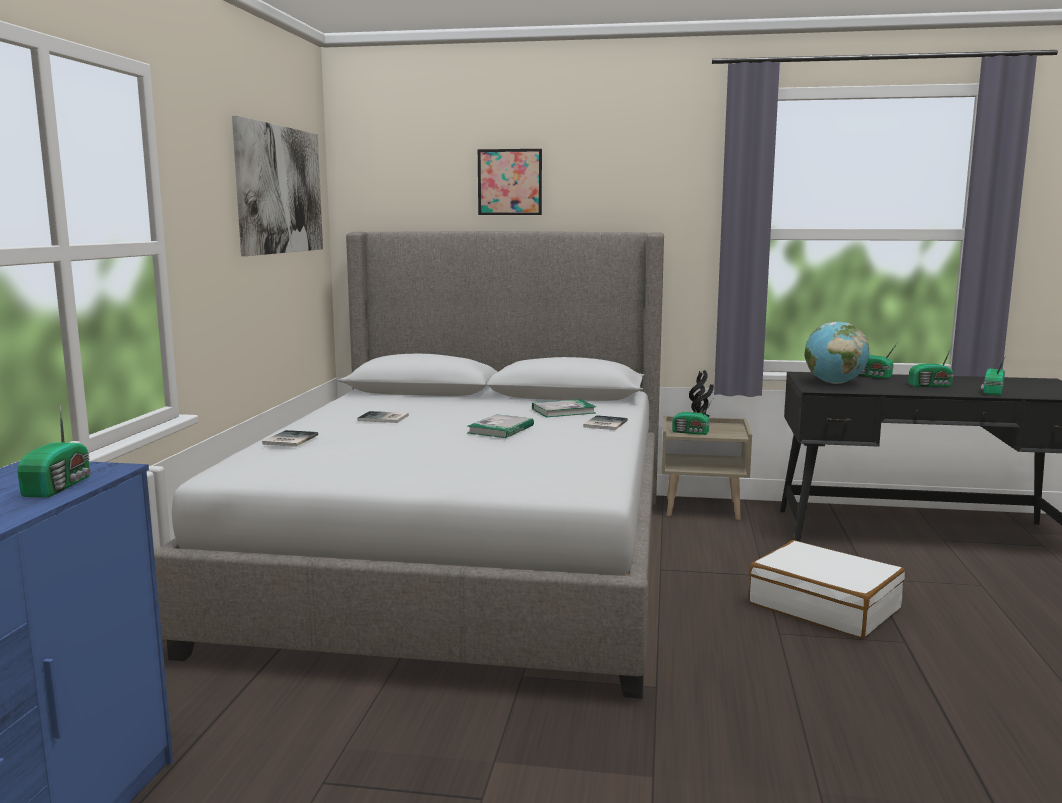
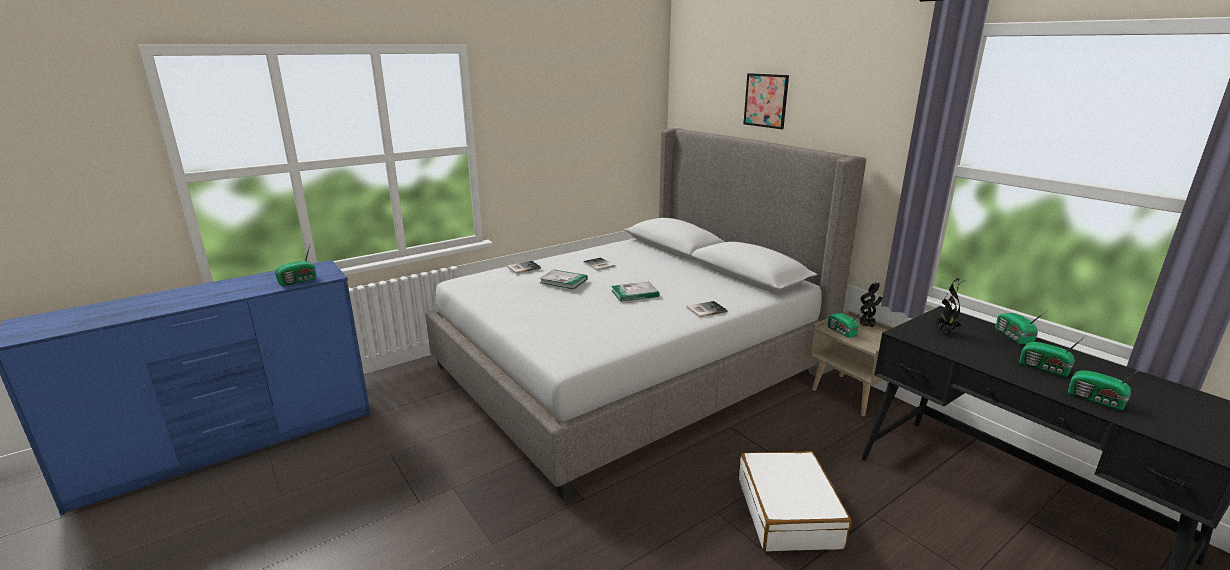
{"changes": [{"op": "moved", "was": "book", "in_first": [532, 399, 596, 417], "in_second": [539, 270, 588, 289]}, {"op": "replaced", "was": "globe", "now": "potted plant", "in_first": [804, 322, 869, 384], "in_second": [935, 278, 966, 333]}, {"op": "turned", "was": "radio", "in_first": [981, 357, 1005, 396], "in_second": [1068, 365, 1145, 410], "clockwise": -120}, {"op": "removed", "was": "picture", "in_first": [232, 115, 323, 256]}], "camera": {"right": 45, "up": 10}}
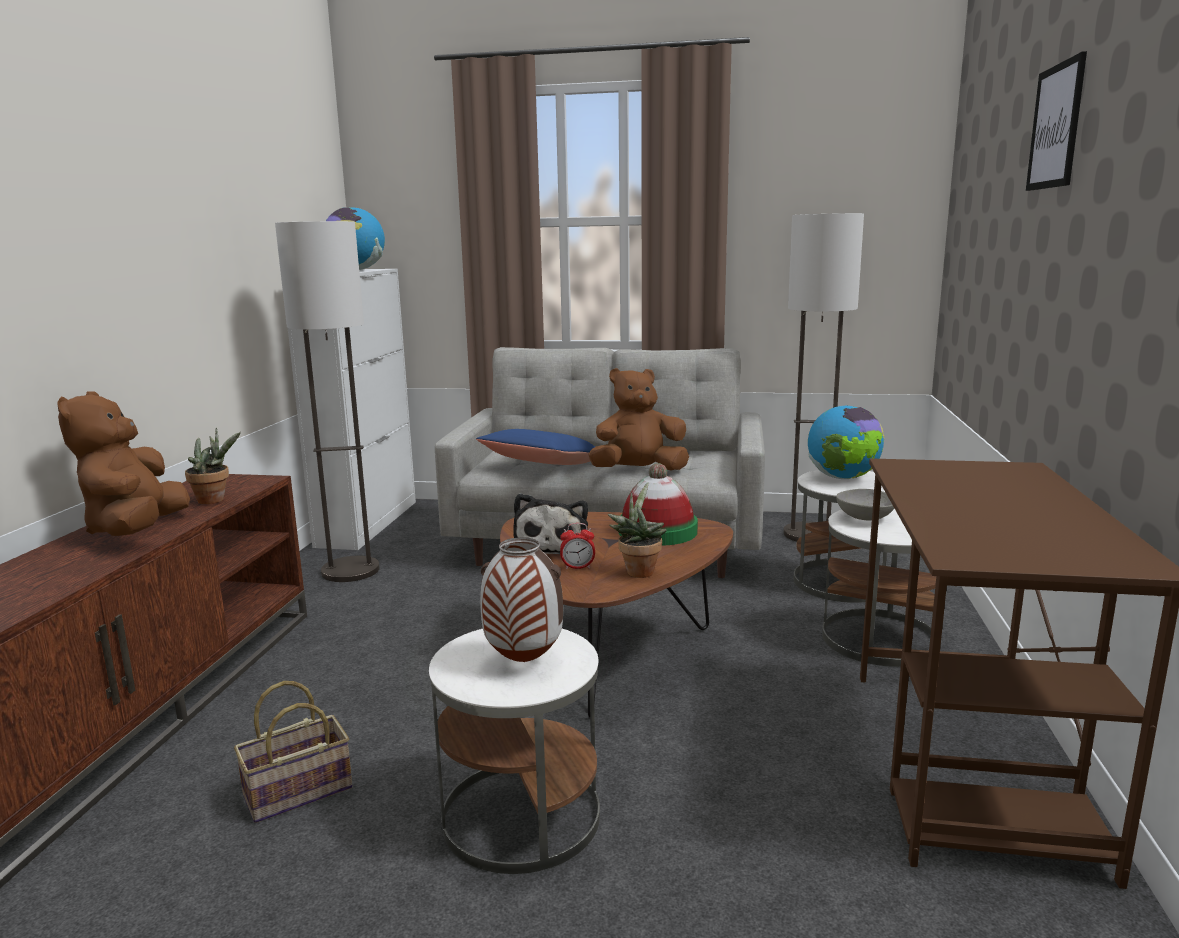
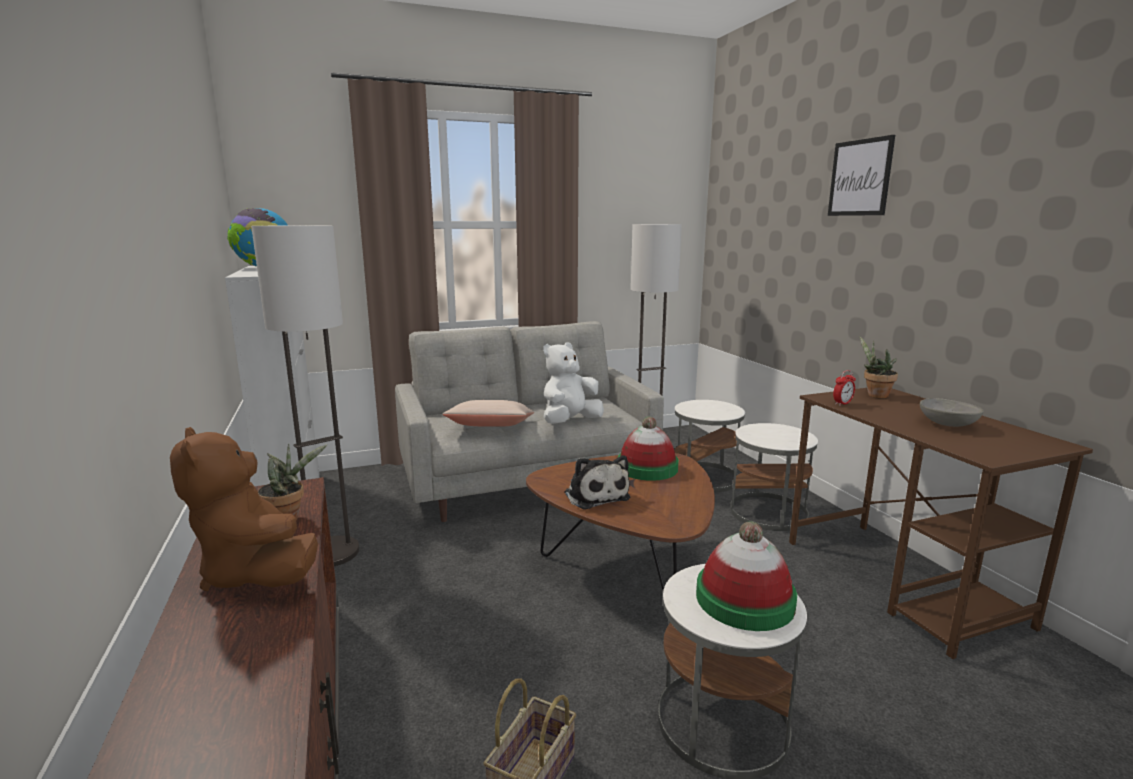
{"changes": [{"op": "recoloured", "was": "blue pillow", "now": "beige pillow", "in_first": [476, 429, 595, 465], "in_second": [443, 400, 534, 427]}, {"op": "recoloured", "was": "brown plush toy", "now": "white plush toy", "in_first": [588, 368, 689, 471], "in_second": [543, 342, 604, 424]}, {"op": "replaced", "was": "vase", "now": "hat", "in_first": [480, 537, 563, 662], "in_second": [696, 521, 797, 631]}, {"op": "moved", "was": "alarm clock", "in_first": [560, 523, 595, 569], "in_second": [833, 370, 856, 406]}, {"op": "moved", "was": "potted plant", "in_first": [608, 482, 667, 578], "in_second": [859, 336, 898, 398]}, {"op": "moved", "was": "grey bowl", "in_first": [836, 489, 895, 520], "in_second": [920, 398, 984, 427]}, {"op": "removed", "was": "globe", "in_first": [808, 406, 884, 479]}], "camera": {"right": -30, "up": 0}}
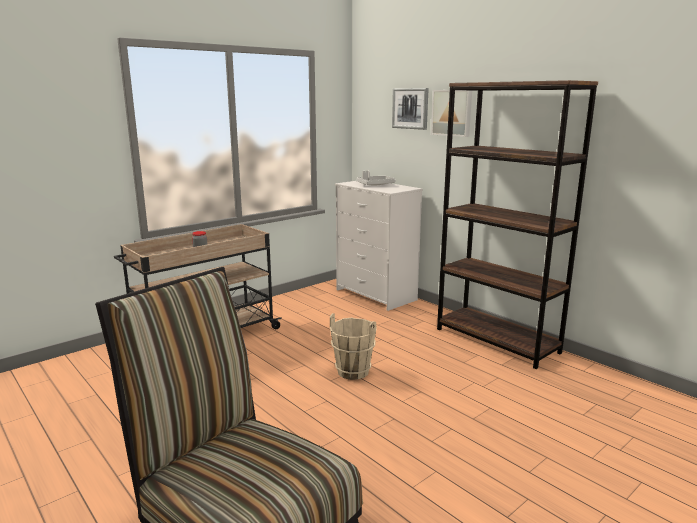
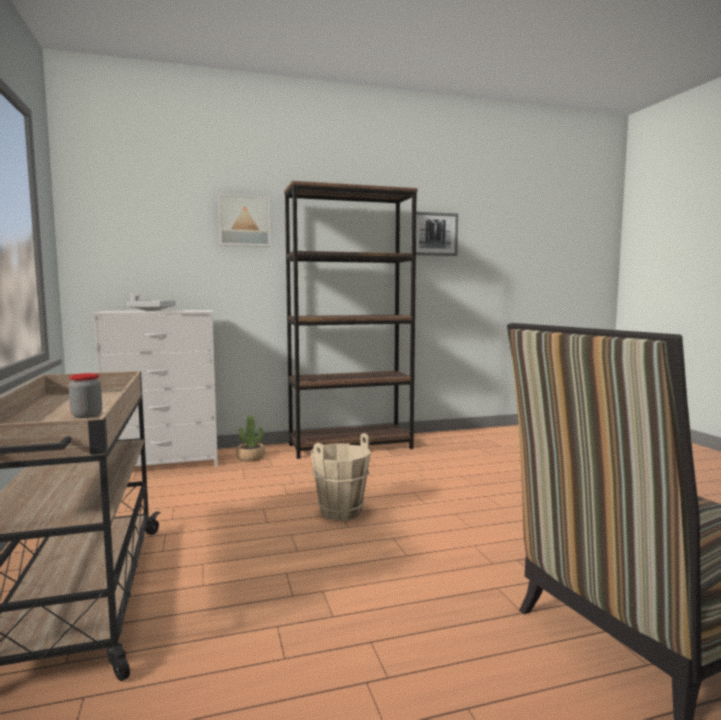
{"changes": [{"op": "added", "now": "potted plant", "in_second": [236, 415, 265, 462]}, {"op": "moved", "was": "picture", "in_first": [392, 88, 429, 130], "in_second": [416, 212, 458, 256]}], "camera": {"right": -65, "up": -10}}
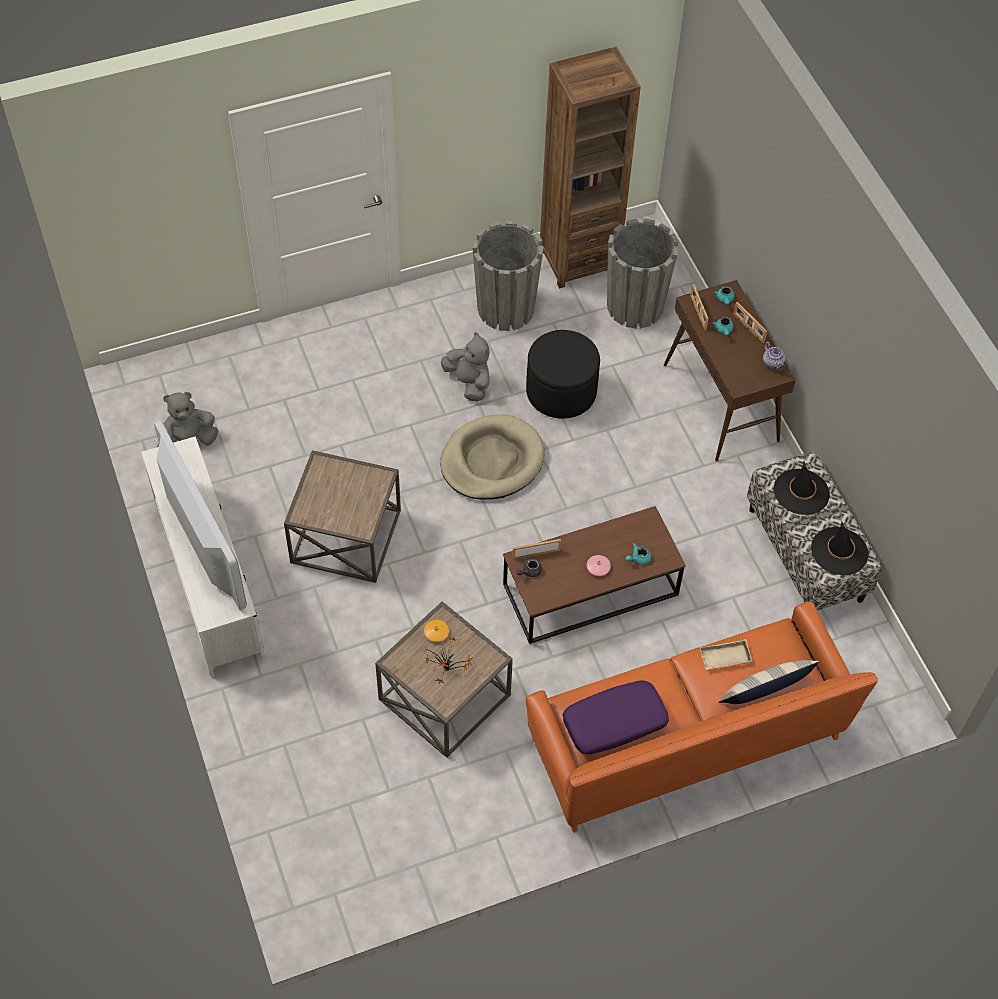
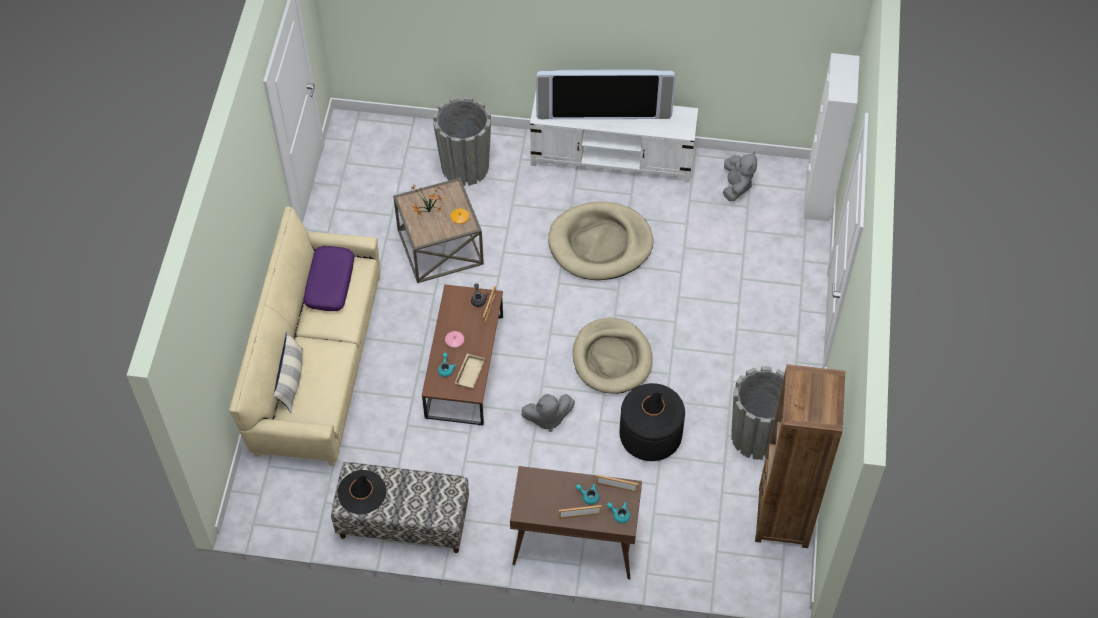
{"changes": [{"op": "recoloured", "was": "orange sofa", "now": "beige sofa", "in_first": [526, 602, 878, 833], "in_second": [229, 206, 380, 466]}, {"op": "moved", "was": "grey planter", "in_first": [607, 218, 679, 329], "in_second": [433, 96, 491, 186]}, {"op": "moved", "was": "beige tray", "in_first": [699, 639, 753, 670], "in_second": [455, 354, 485, 389]}, {"op": "moved", "was": "grey plush toy", "in_first": [441, 332, 490, 402], "in_second": [521, 394, 575, 432]}, {"op": "replaced", "was": "brown side table", "now": "beige dog bed", "in_first": [284, 450, 401, 583], "in_second": [548, 201, 653, 280]}, {"op": "moved", "was": "black hat", "in_first": [774, 461, 830, 515], "in_second": [630, 388, 677, 430]}, {"op": "added", "now": "white cabinet", "in_second": [803, 53, 860, 222]}, {"op": "removed", "was": "teapot", "in_first": [763, 342, 785, 371]}], "camera": {"right": 120, "up": 0}}
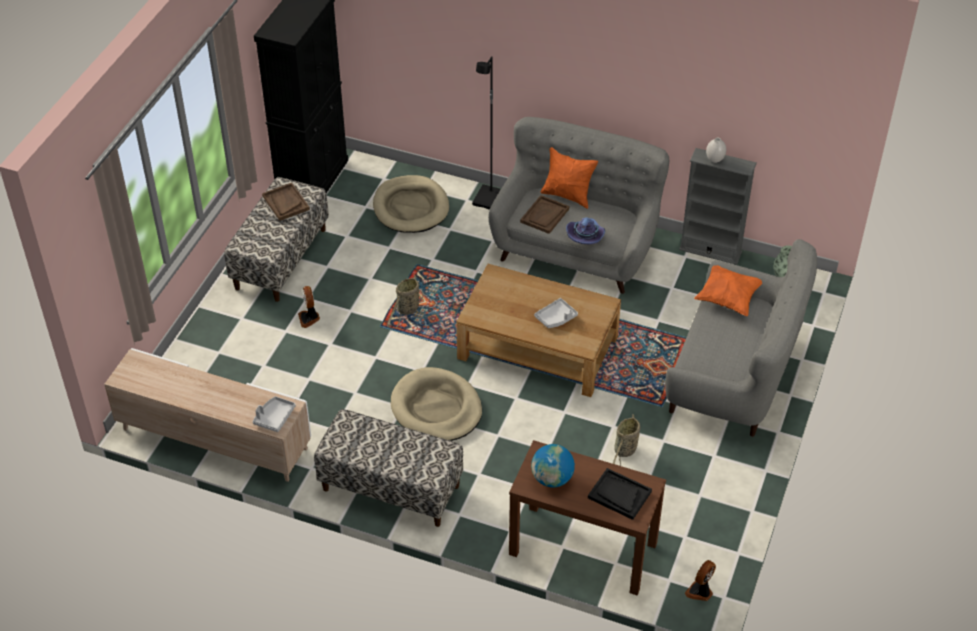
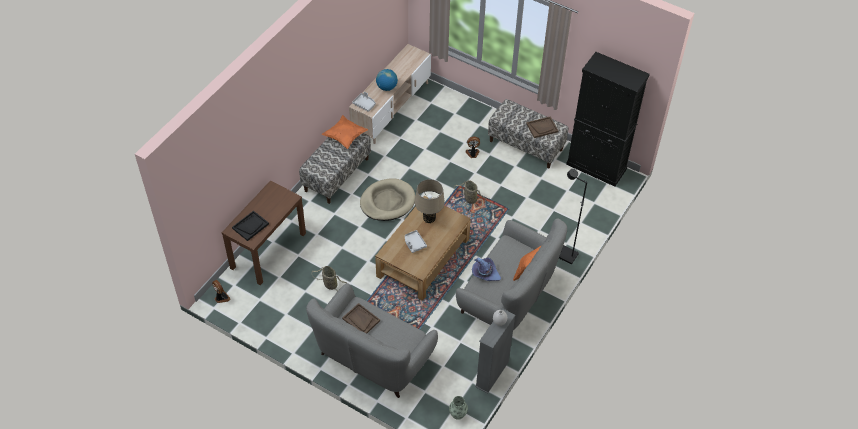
{"changes": [{"op": "moved", "was": "orange pillow", "in_first": [694, 265, 762, 316], "in_second": [321, 115, 368, 149]}, {"op": "moved", "was": "brown tray", "in_first": [520, 195, 569, 234], "in_second": [342, 303, 380, 333]}, {"op": "moved", "was": "globe", "in_first": [531, 444, 575, 487], "in_second": [376, 69, 398, 91]}, {"op": "added", "now": "beige table lamp", "in_second": [415, 179, 445, 223]}, {"op": "removed", "was": "beige dog bed", "in_first": [373, 175, 449, 233]}], "camera": {"right": 100, "up": 5}}
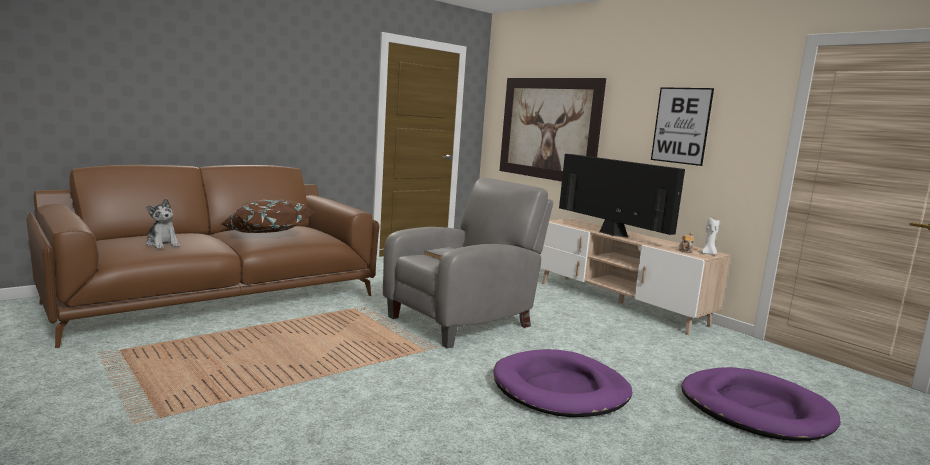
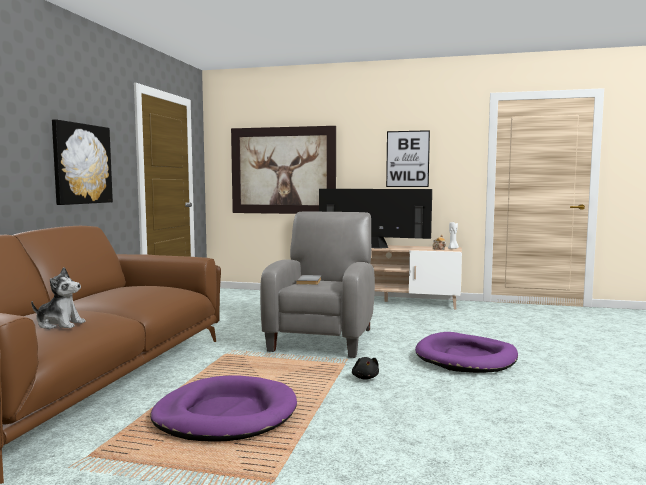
{"changes": [{"op": "added", "now": "picture", "in_second": [52, 119, 113, 205]}, {"op": "moved", "was": "purple dog bed", "in_first": [681, 367, 841, 441], "in_second": [150, 375, 297, 441]}, {"op": "added", "now": "black plush toy", "in_second": [352, 357, 379, 380]}, {"op": "removed", "was": "brown pillow", "in_first": [221, 200, 314, 233]}], "camera": {"right": -35, "up": -5}}
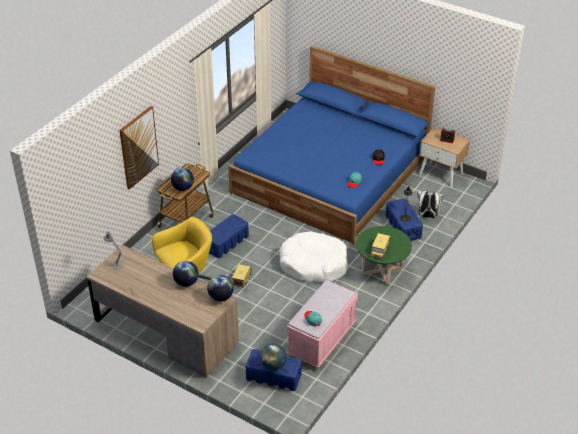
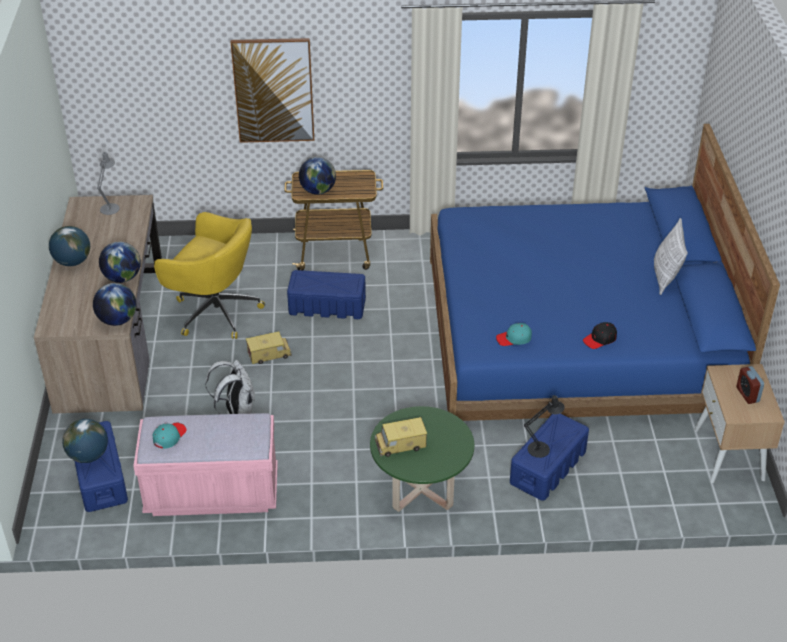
{"changes": [{"op": "added", "now": "globe", "in_second": [49, 226, 90, 266]}, {"op": "moved", "was": "white backpack", "in_first": [418, 190, 444, 218], "in_second": [206, 360, 255, 414]}, {"op": "added", "now": "pillow", "in_second": [654, 218, 688, 295]}, {"op": "removed", "was": "white dog bed", "in_first": [279, 231, 348, 283]}], "camera": {"right": 55, "up": 0}}
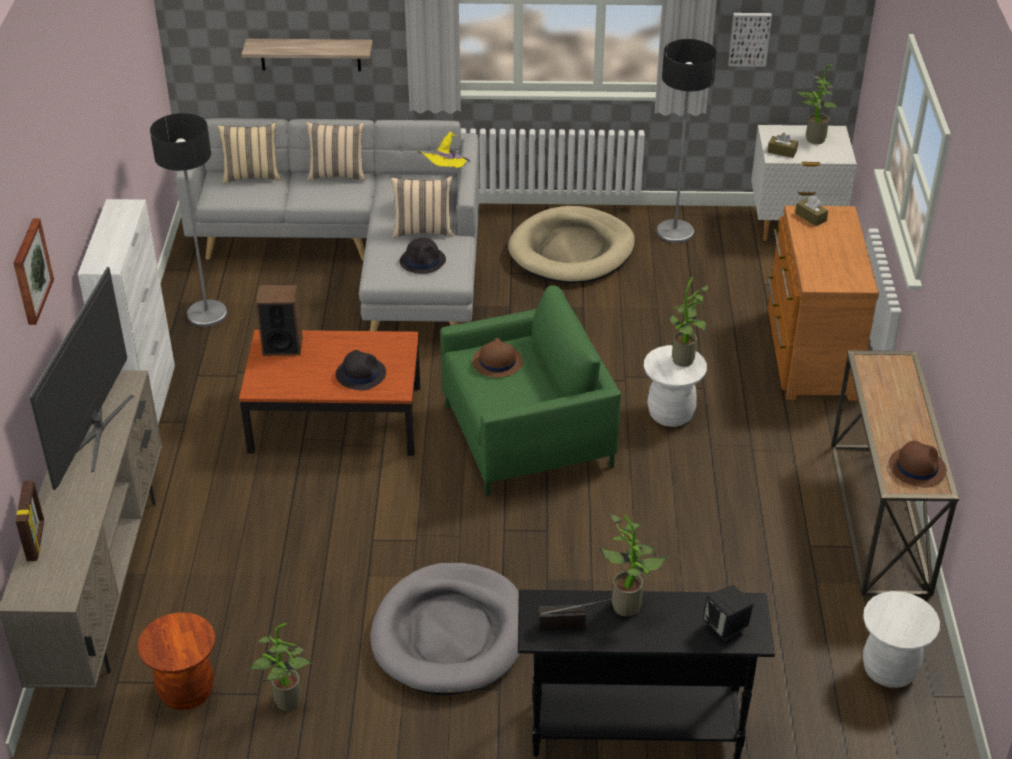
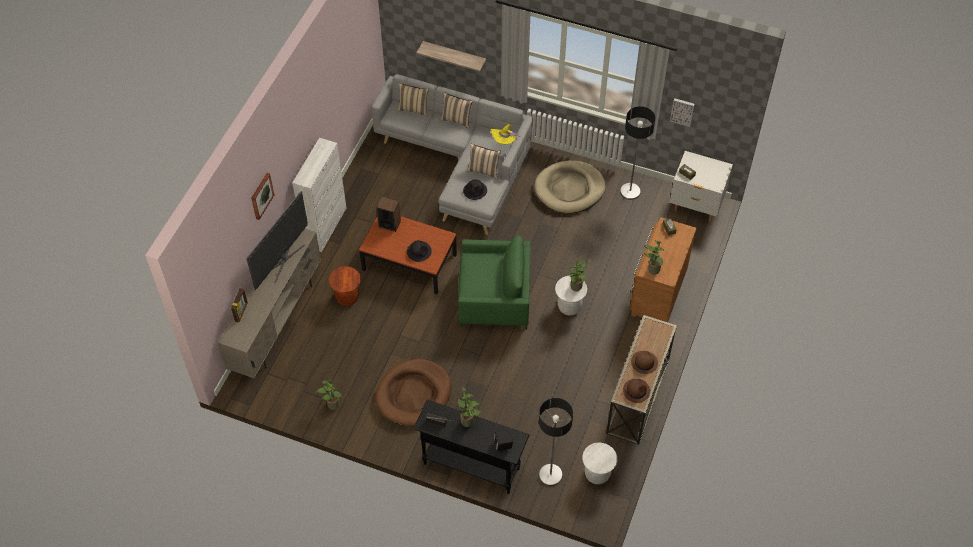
{"changes": [{"op": "moved", "was": "brown stool", "in_first": [138, 612, 215, 710], "in_second": [329, 266, 361, 306]}, {"op": "recoloured", "was": "grey dog bed", "now": "brown dog bed", "in_first": [370, 563, 521, 695], "in_second": [375, 359, 451, 427]}, {"op": "moved", "was": "floor lamp", "in_first": [150, 113, 227, 327], "in_second": [539, 398, 573, 486]}, {"op": "moved", "was": "brown hat", "in_first": [472, 338, 523, 378], "in_second": [631, 351, 658, 374]}, {"op": "moved", "was": "potted plant", "in_first": [796, 64, 839, 144], "in_second": [643, 240, 664, 275]}], "camera": {"right": 20, "up": 15}}
